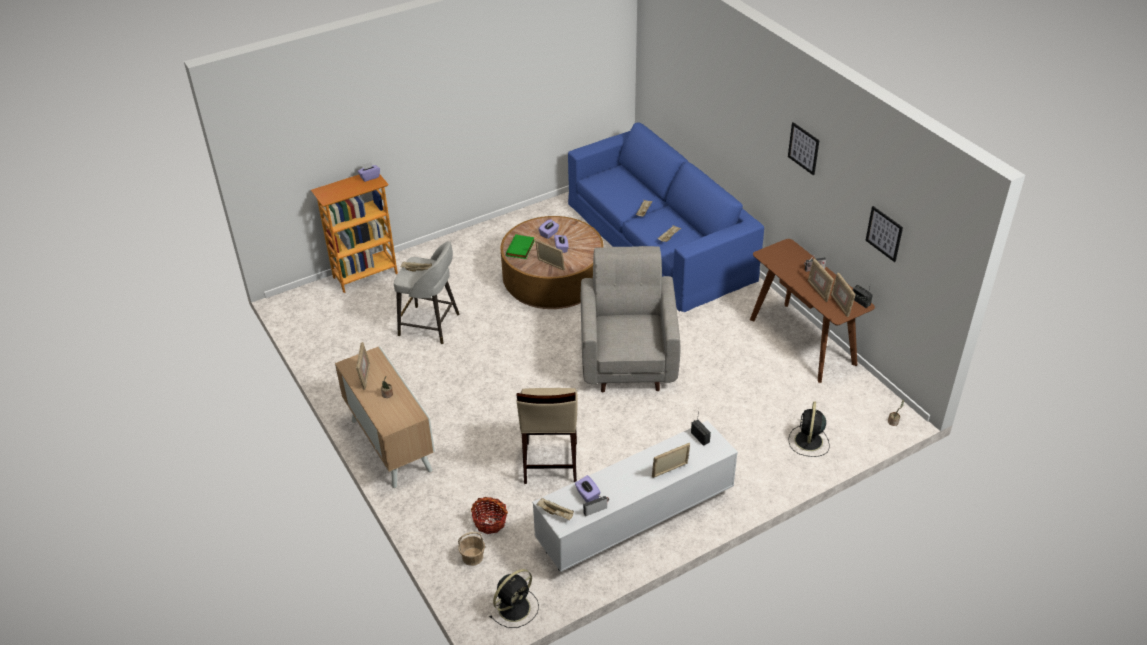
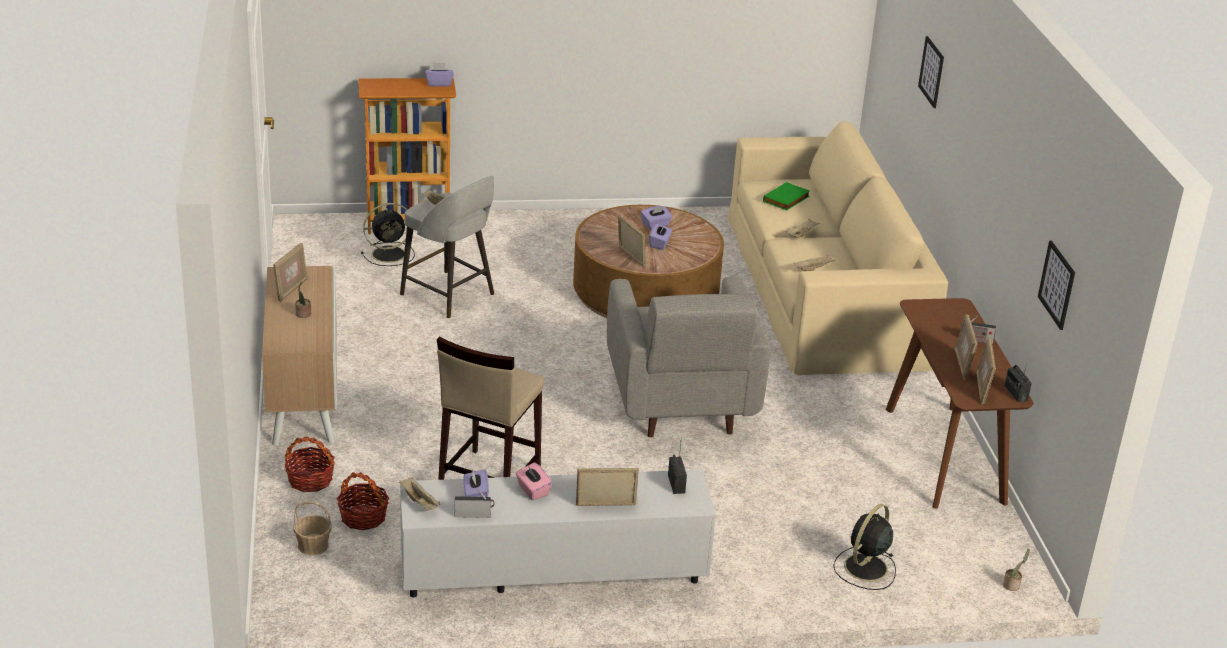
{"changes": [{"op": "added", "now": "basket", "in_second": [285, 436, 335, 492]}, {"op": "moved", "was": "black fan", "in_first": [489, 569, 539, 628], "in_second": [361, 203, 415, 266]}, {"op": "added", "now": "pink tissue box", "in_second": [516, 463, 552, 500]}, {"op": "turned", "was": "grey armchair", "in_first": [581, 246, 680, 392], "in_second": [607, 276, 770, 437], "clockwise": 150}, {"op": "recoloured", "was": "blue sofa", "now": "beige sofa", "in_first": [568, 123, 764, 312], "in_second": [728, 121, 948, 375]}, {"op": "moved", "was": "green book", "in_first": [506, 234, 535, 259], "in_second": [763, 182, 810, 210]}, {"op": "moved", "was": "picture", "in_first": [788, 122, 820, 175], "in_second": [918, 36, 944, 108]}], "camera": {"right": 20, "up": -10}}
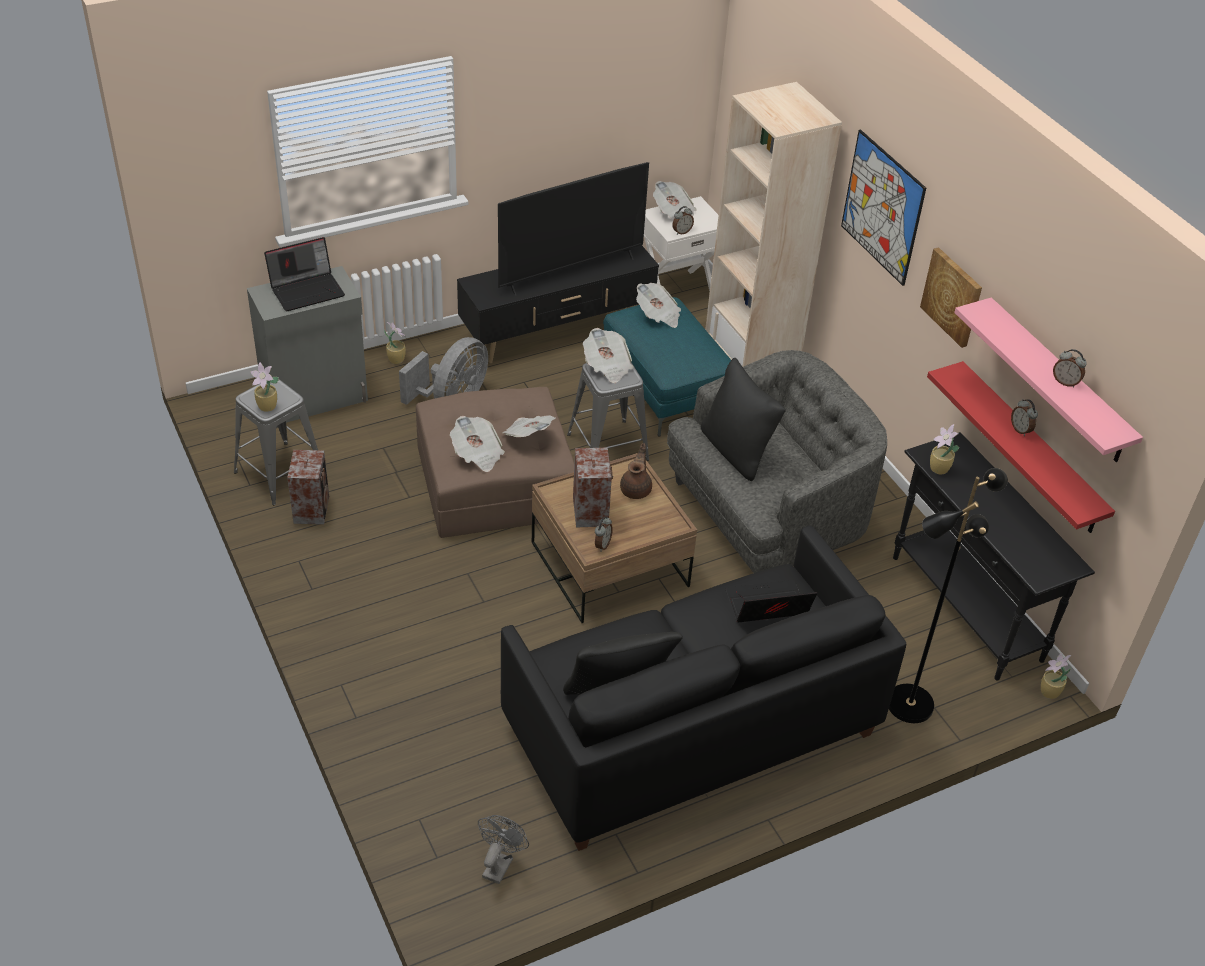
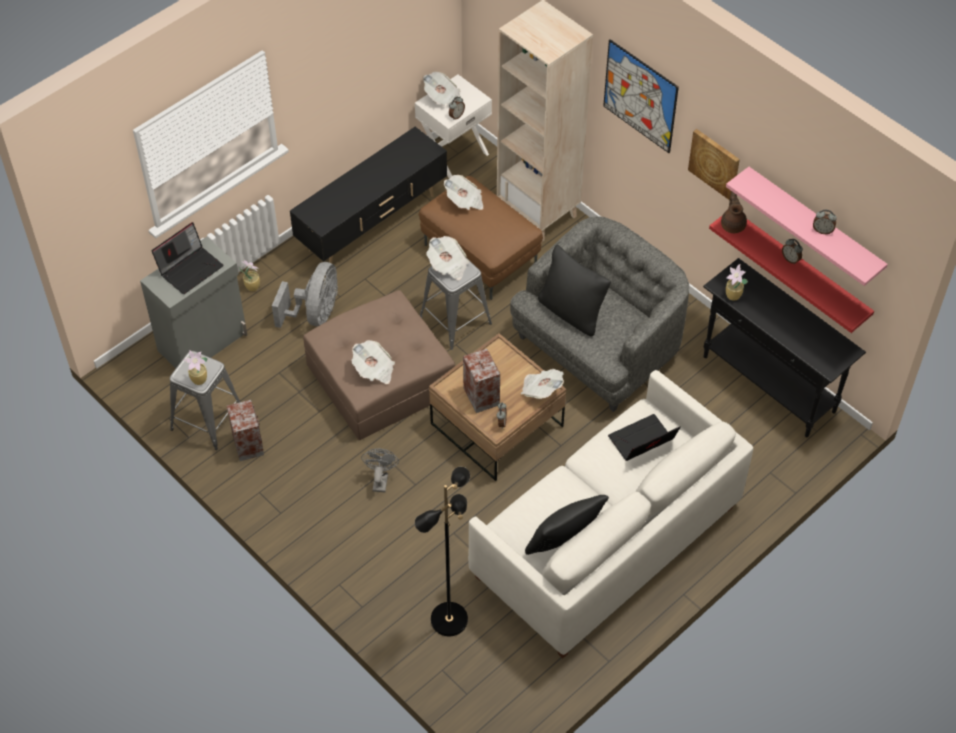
{"changes": [{"op": "moved", "was": "grey fan", "in_first": [478, 815, 529, 884], "in_second": [361, 448, 399, 492]}, {"op": "moved", "was": "black floor lamp", "in_first": [889, 468, 1008, 723], "in_second": [415, 467, 470, 636]}, {"op": "recoloured", "was": "turquoise ottoman", "now": "brown ottoman", "in_first": [603, 297, 731, 437], "in_second": [419, 176, 543, 300]}, {"op": "recoloured", "was": "black sofa", "now": "white sofa", "in_first": [501, 526, 906, 851], "in_second": [468, 370, 753, 658]}, {"op": "moved", "was": "newspaper", "in_first": [502, 415, 556, 437], "in_second": [521, 369, 564, 399]}, {"op": "moved", "was": "brown teapot", "in_first": [620, 443, 652, 499], "in_second": [721, 192, 747, 233]}, {"op": "removed", "was": "television", "in_first": [498, 162, 649, 296]}, {"op": "removed", "was": "potted plant", "in_first": [1041, 653, 1072, 699]}], "camera": {"right": -15, "up": 10}}
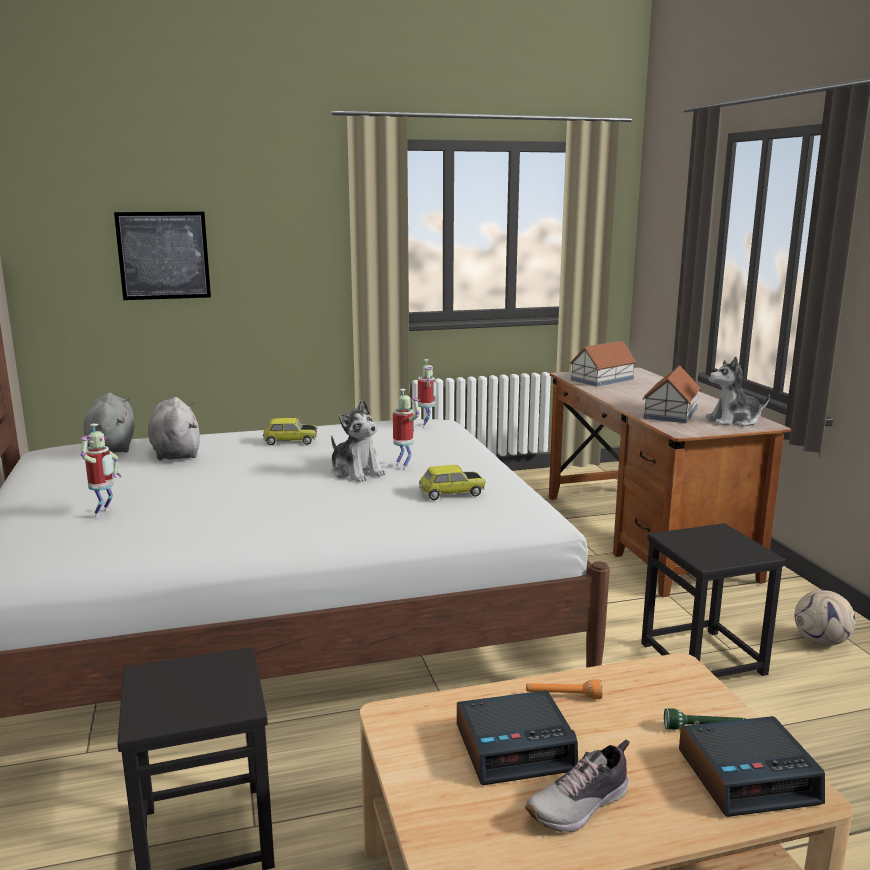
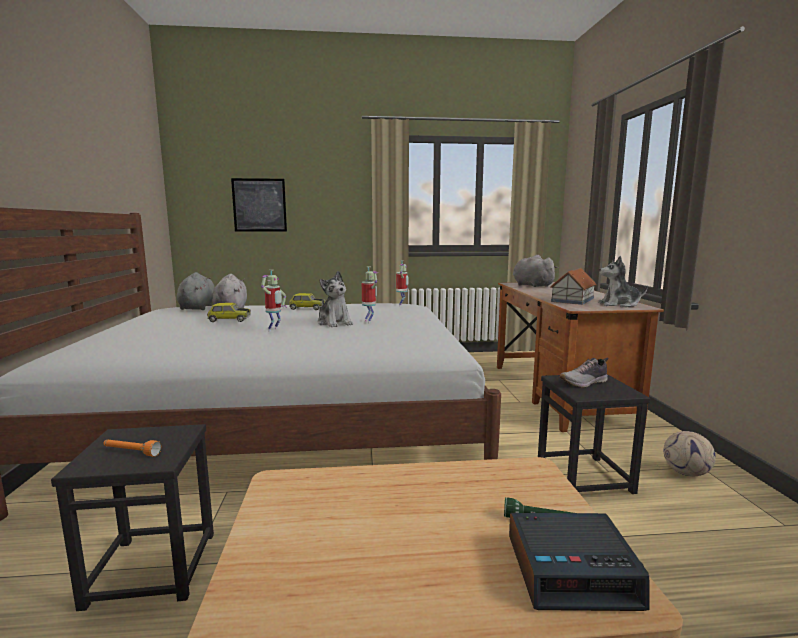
{"changes": [{"op": "moved", "was": "orange flashlight", "in_first": [526, 679, 603, 699], "in_second": [103, 440, 161, 456]}, {"op": "moved", "was": "toy car", "in_first": [419, 465, 486, 500], "in_second": [207, 303, 251, 322]}, {"op": "moved", "was": "toy robot", "in_first": [81, 424, 121, 517], "in_second": [261, 270, 287, 332]}, {"op": "replaced", "was": "toy house", "now": "grey plush toy", "in_first": [570, 341, 637, 387], "in_second": [513, 255, 558, 287]}, {"op": "moved", "was": "shoe", "in_first": [525, 740, 630, 832], "in_second": [559, 358, 608, 388]}, {"op": "removed", "was": "alarm clock", "in_first": [457, 690, 578, 785]}], "camera": {"right": 10, "up": -5}}
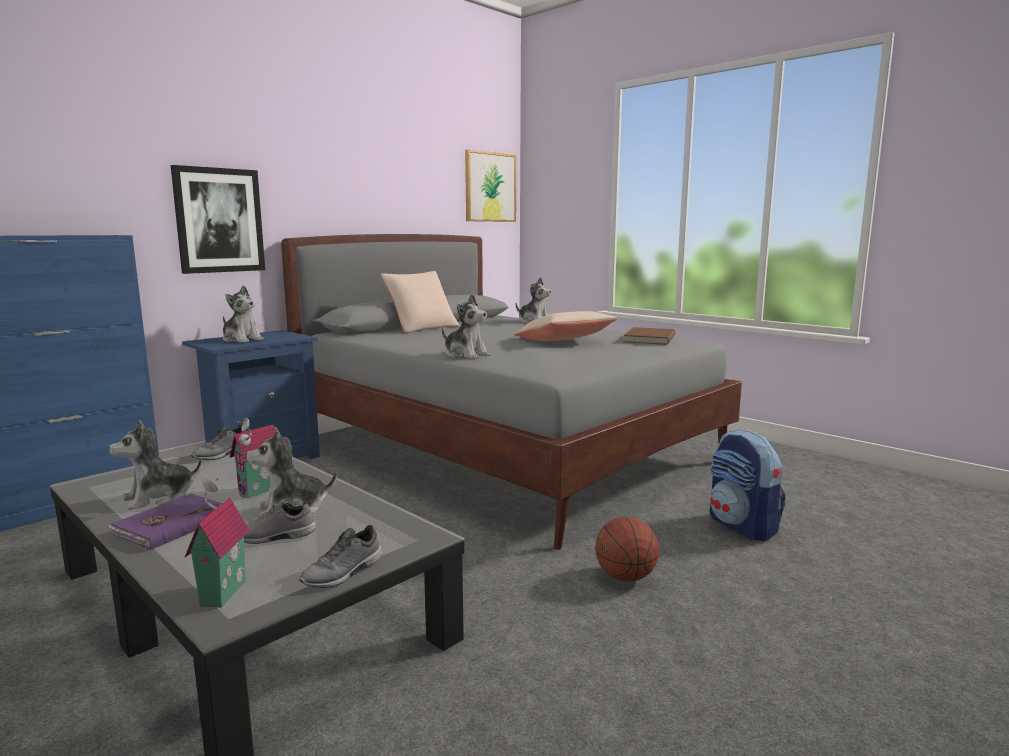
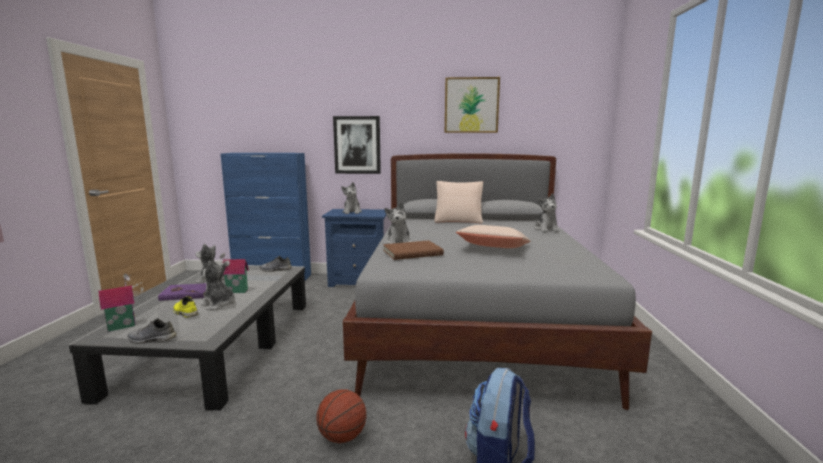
{"changes": [{"op": "recoloured", "was": "grey shoe", "now": "yellow shoe", "in_first": [244, 499, 316, 544], "in_second": [173, 296, 198, 318]}, {"op": "moved", "was": "brown book", "in_first": [623, 327, 676, 345], "in_second": [383, 240, 444, 260]}, {"op": "moved", "was": "picture", "in_first": [465, 150, 516, 222], "in_second": [445, 77, 500, 133]}], "camera": {"right": 50, "up": 0}}
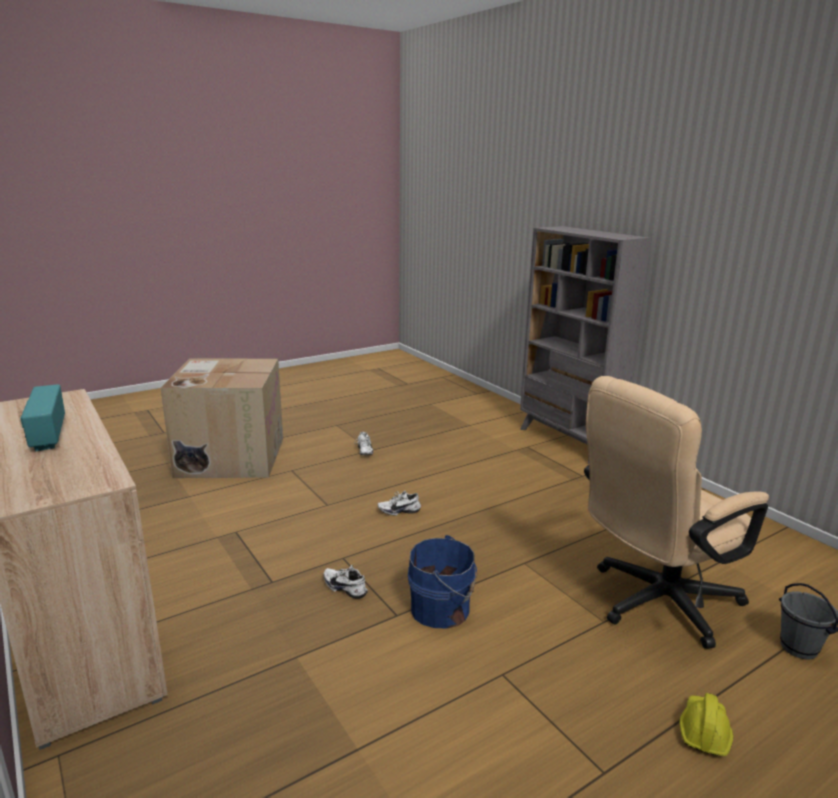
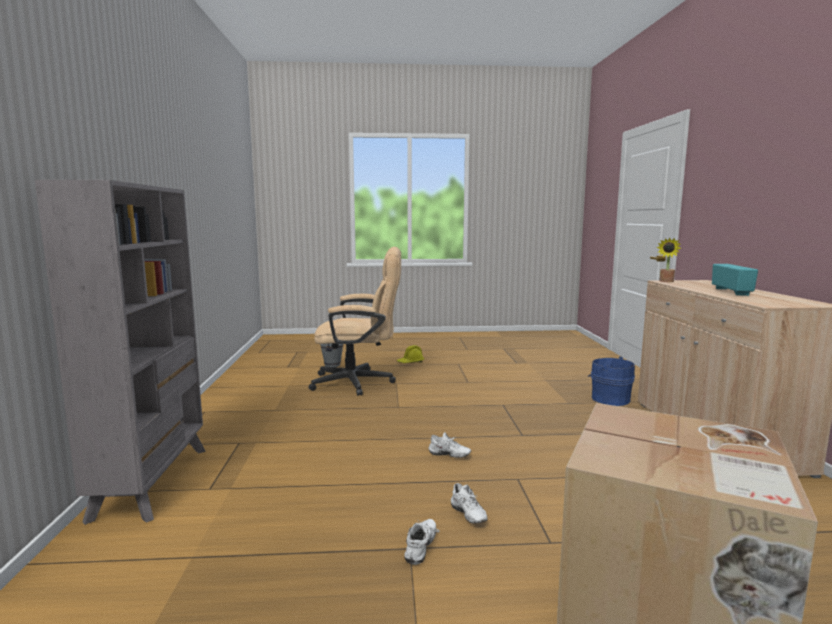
{"changes": [{"op": "moved", "was": "white shoe", "in_first": [323, 565, 368, 599], "in_second": [451, 483, 488, 524]}, {"op": "moved", "was": "blue bucket", "in_first": [408, 535, 477, 628], "in_second": [588, 357, 635, 406]}, {"op": "added", "now": "potted plant", "in_second": [656, 237, 681, 282]}], "camera": {"right": -150, "up": -10}}
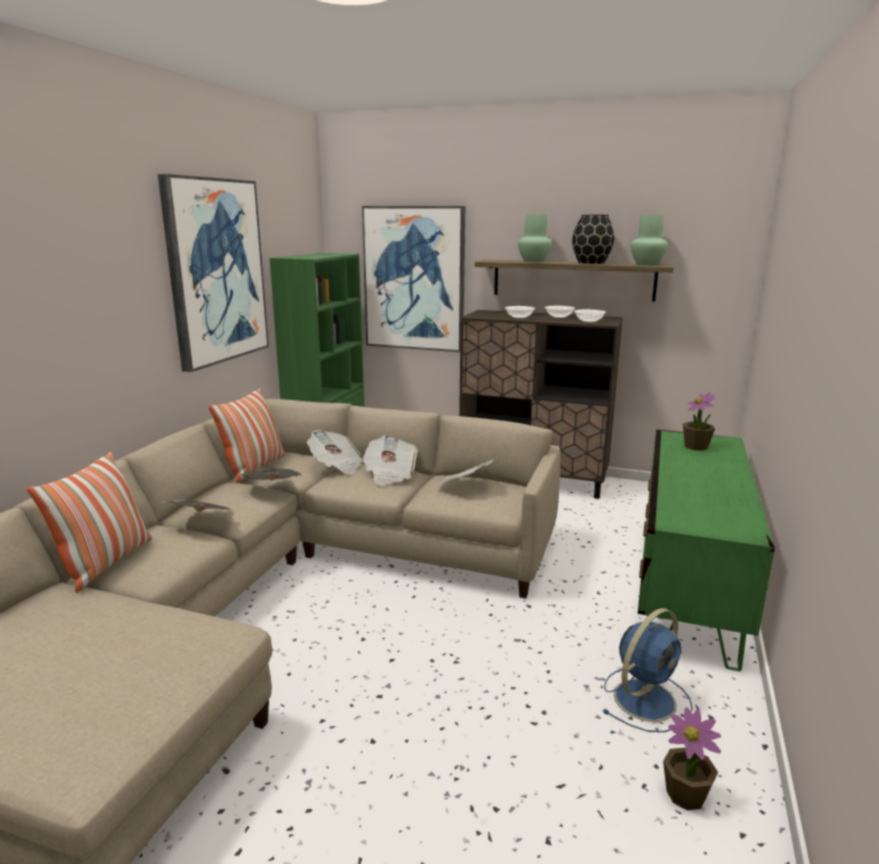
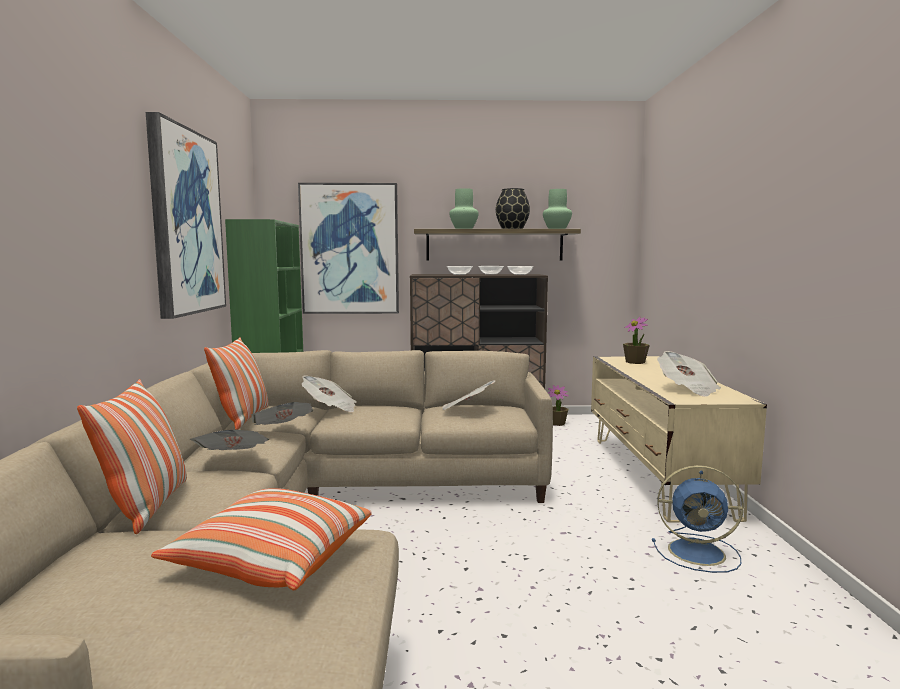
{"changes": [{"op": "added", "now": "pillow", "in_second": [151, 488, 372, 590]}, {"op": "moved", "was": "potted plant", "in_first": [663, 707, 721, 810], "in_second": [548, 385, 569, 426]}, {"op": "recoloured", "was": "green tv stand", "now": "beige tv stand", "in_first": [638, 429, 775, 671], "in_second": [591, 356, 767, 523]}, {"op": "turned", "was": "blue fan", "in_first": [602, 608, 693, 732], "in_second": [652, 465, 744, 573], "clockwise": 75}, {"op": "moved", "was": "newspaper", "in_first": [362, 435, 418, 485], "in_second": [657, 351, 721, 397]}], "camera": {"right": -20, "up": -10}}
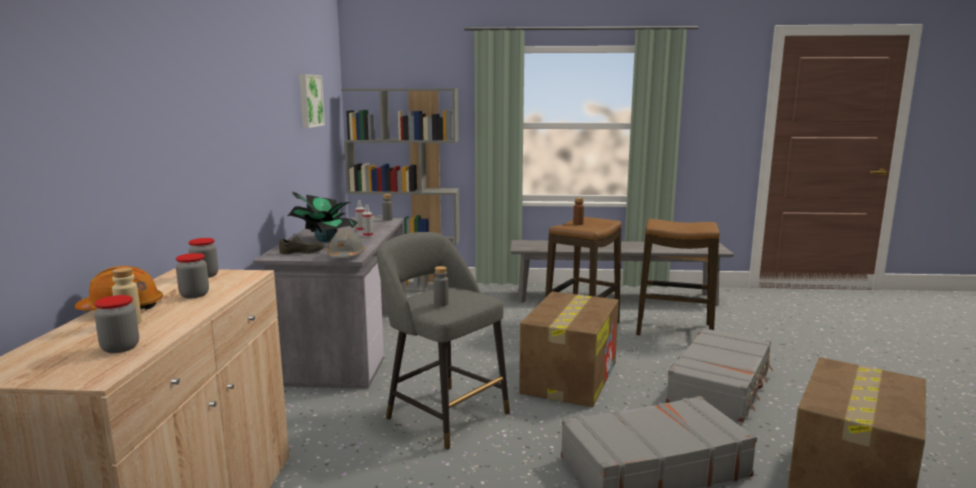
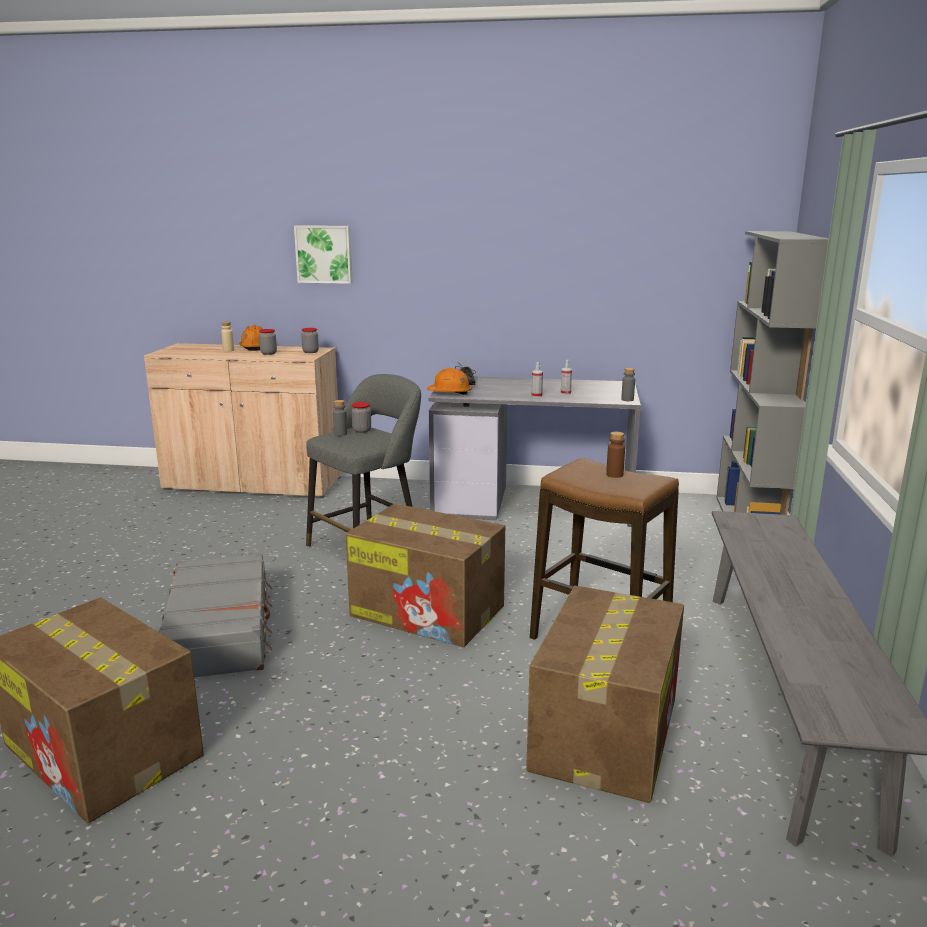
{"changes": [{"op": "moved", "was": "picture", "in_first": [299, 74, 325, 128], "in_second": [294, 225, 353, 284]}, {"op": "moved", "was": "jar", "in_first": [94, 295, 139, 353], "in_second": [351, 402, 371, 433]}, {"op": "recoloured", "was": "grey hard hat", "now": "orange hard hat", "in_first": [327, 229, 365, 258], "in_second": [427, 368, 472, 395]}, {"op": "replaced", "was": "stool", "now": "cardboard box", "in_first": [636, 219, 720, 336], "in_second": [526, 586, 684, 803]}, {"op": "removed", "was": "potted plant", "in_first": [287, 192, 358, 242]}, {"op": "removed", "was": "grey suitcase", "in_first": [666, 328, 773, 422]}], "camera": {"right": 95, "up": 5}}
